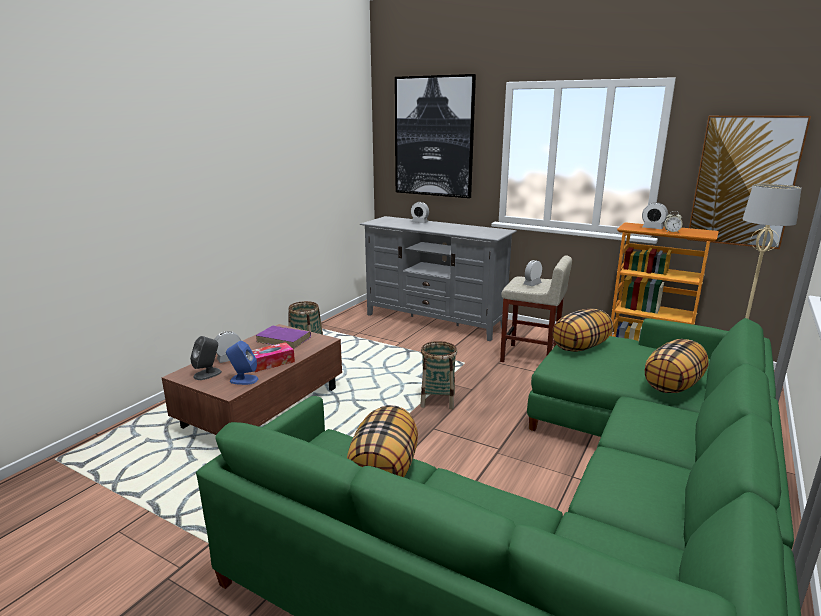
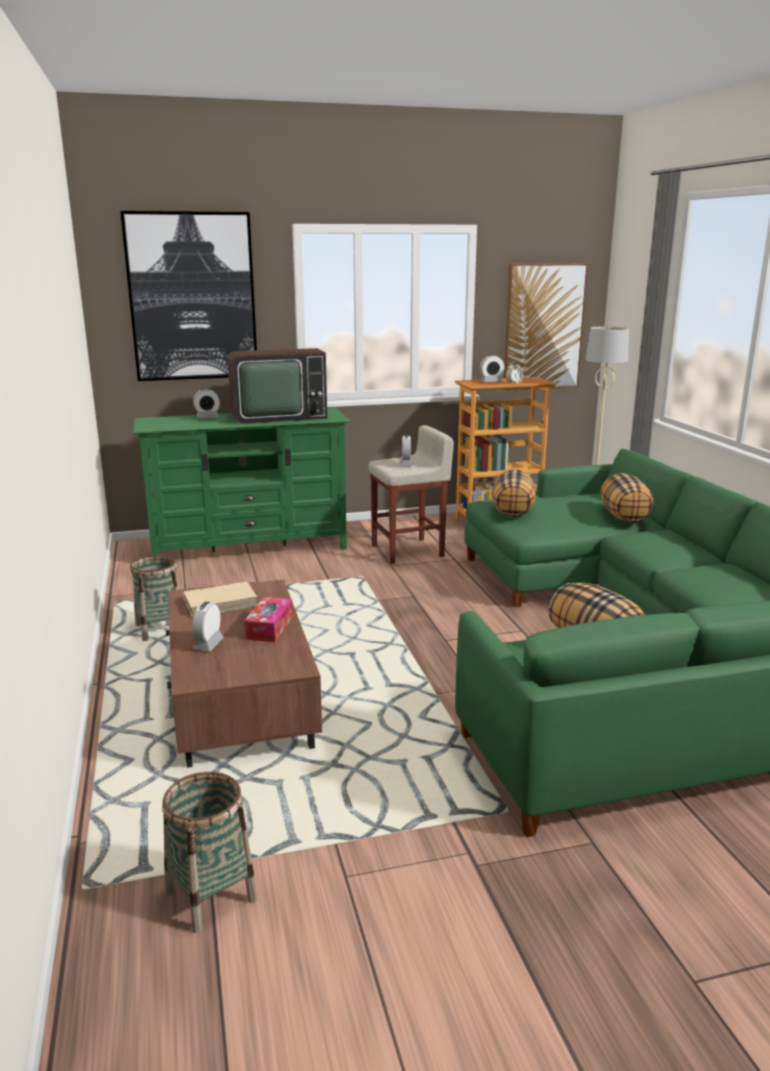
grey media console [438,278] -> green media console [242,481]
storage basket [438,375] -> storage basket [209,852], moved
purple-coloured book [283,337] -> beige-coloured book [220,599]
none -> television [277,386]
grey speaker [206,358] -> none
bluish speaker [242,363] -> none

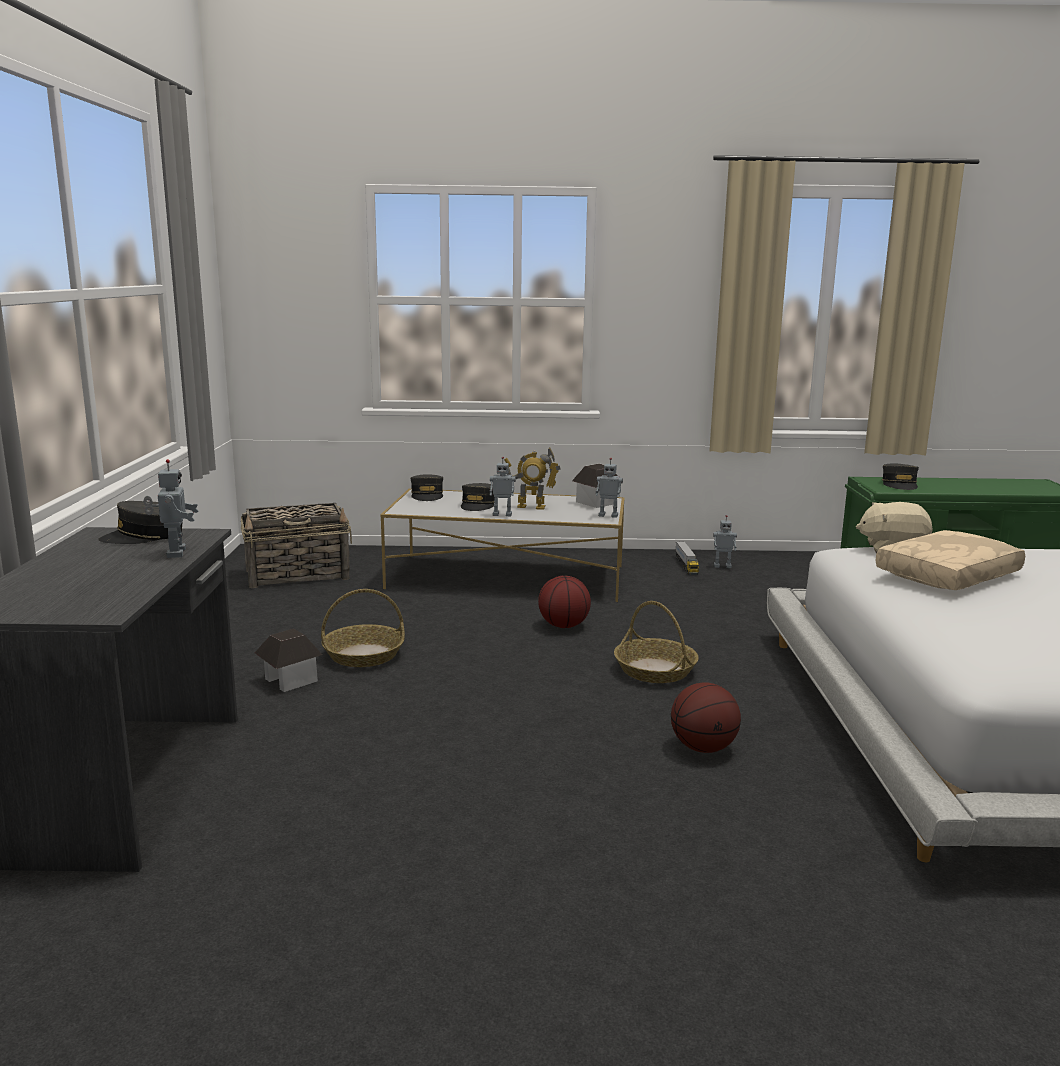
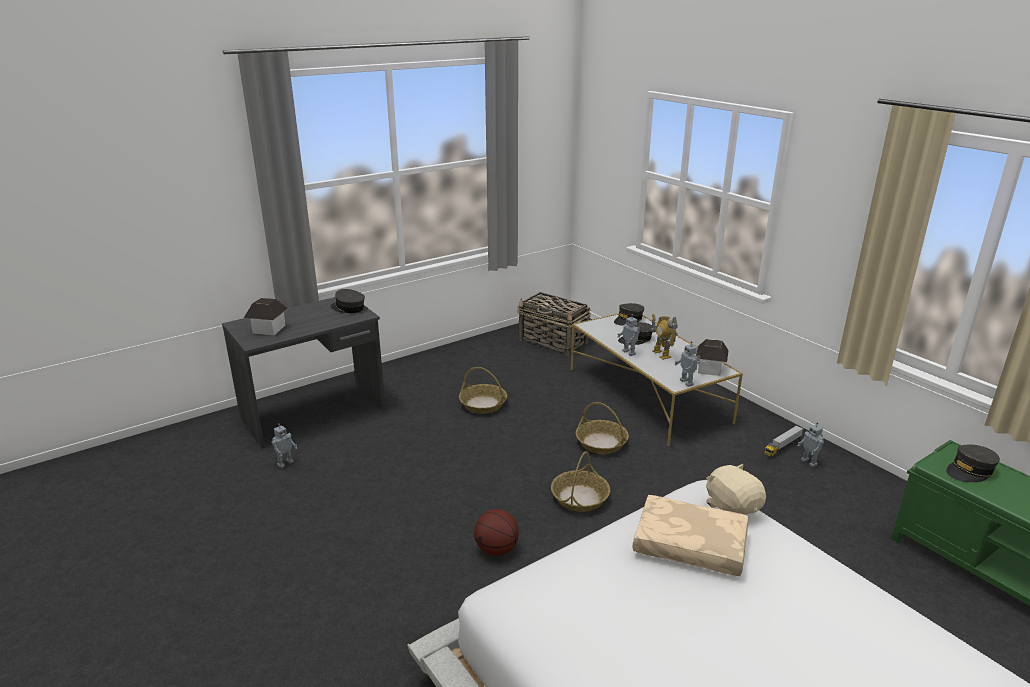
toy house [289,660] -> toy house [266,316], moved
toy robot [171,508] -> toy robot [284,445], moved
ball for basketball [564,602] -> storage basket [602,428]

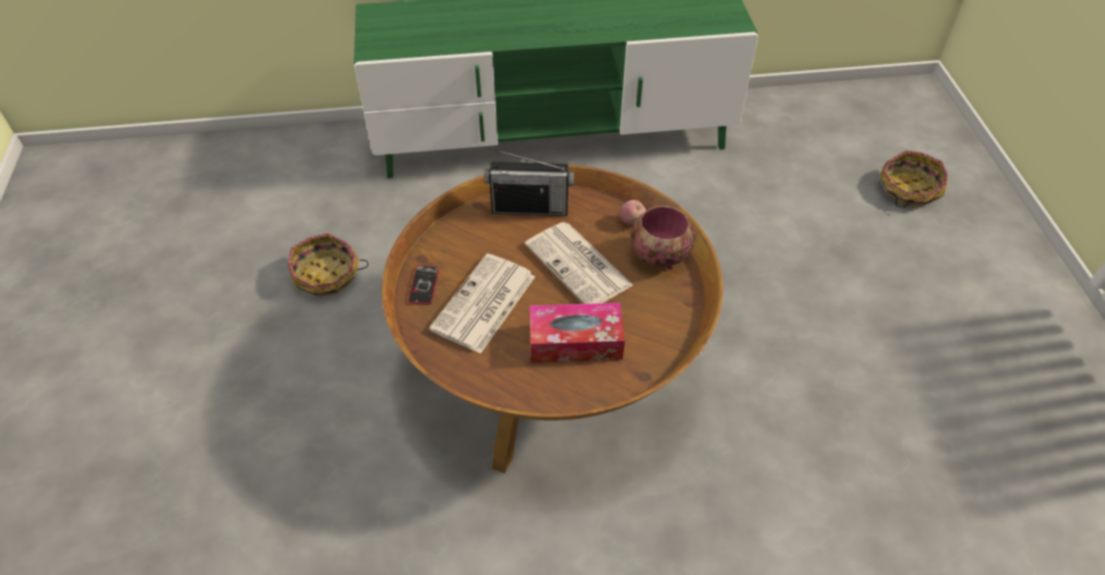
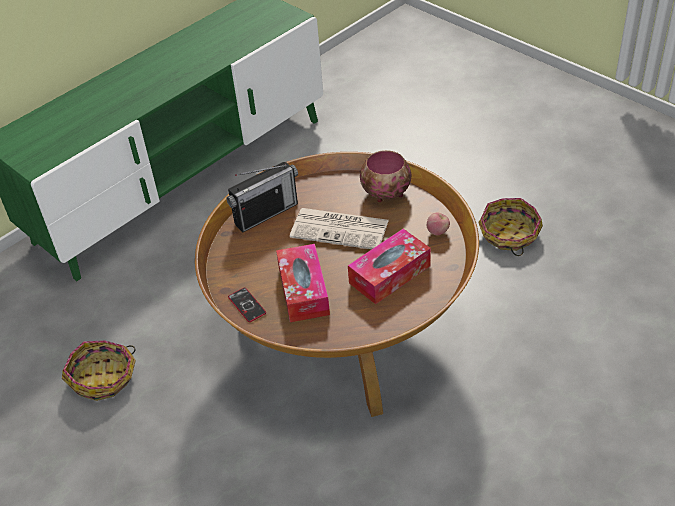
daily paper [482,304] -> tissue holder [303,283]
apple [633,212] -> apple [438,224], moved
storage basket [913,179] -> storage basket [510,227], moved

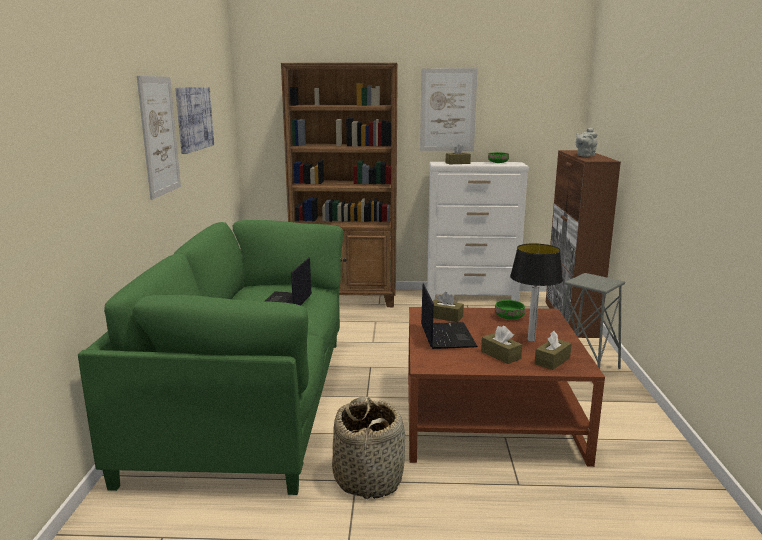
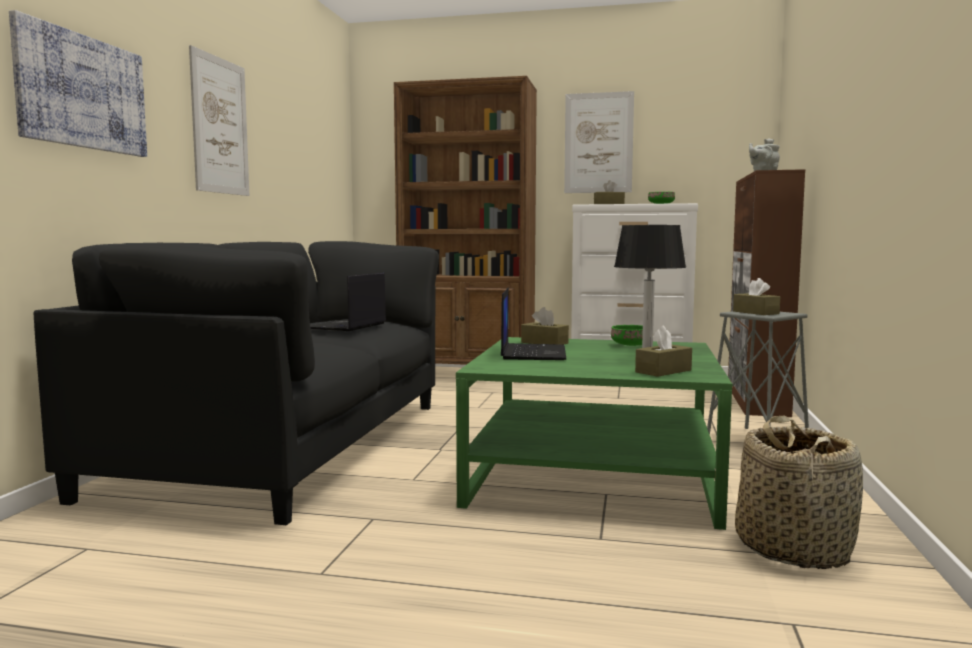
wall picture [194,120] -> wall picture [78,83], moved
green sofa [210,357] -> black-coloured sofa [236,383]
brown-coloured coffee table [506,387] -> green coffee table [594,433]
brown-coloured tissue holder [501,345] -> brown-coloured tissue holder [756,296], moved
storage basket [368,447] -> storage basket [799,492], moved

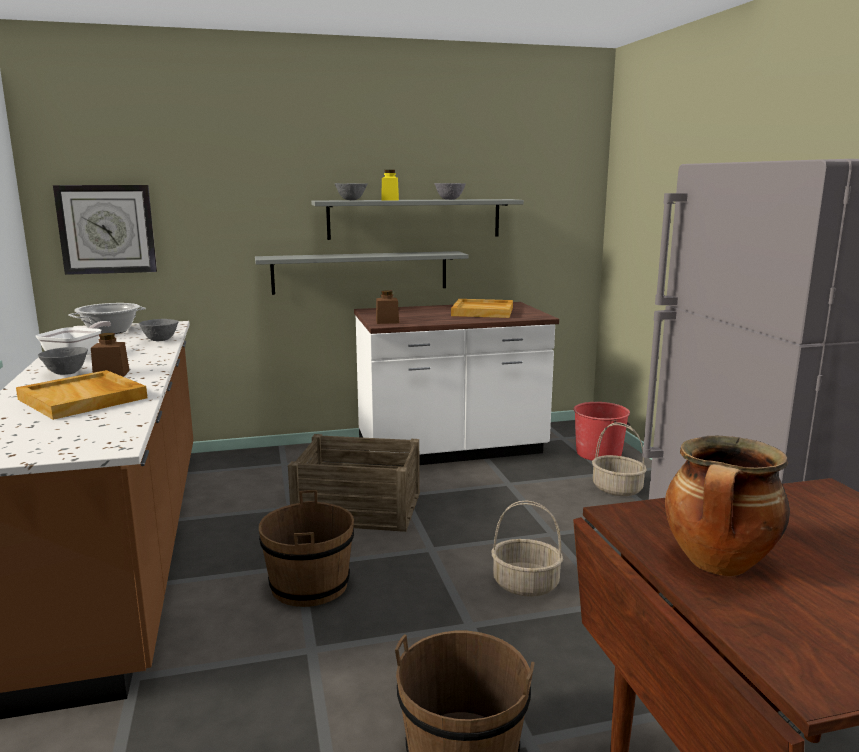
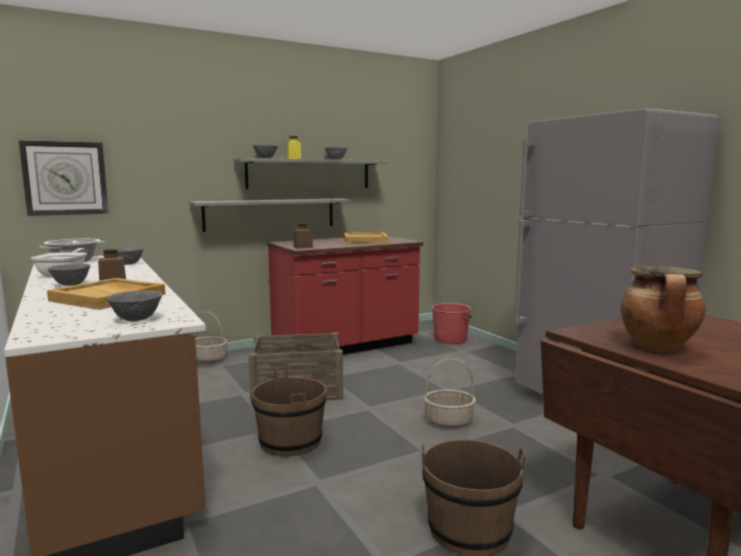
none -> grey serving bowl [135,305]
storage basket [619,459] -> storage basket [211,337], moved
white-coloured kitchen counter [456,384] -> red kitchen counter [345,295]

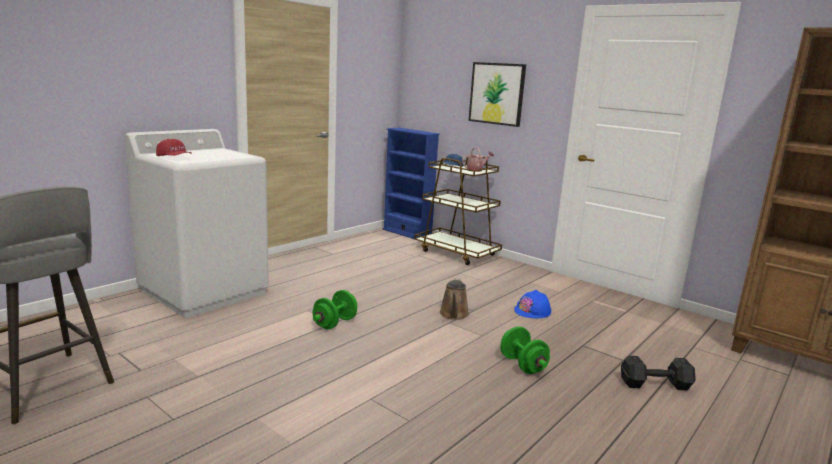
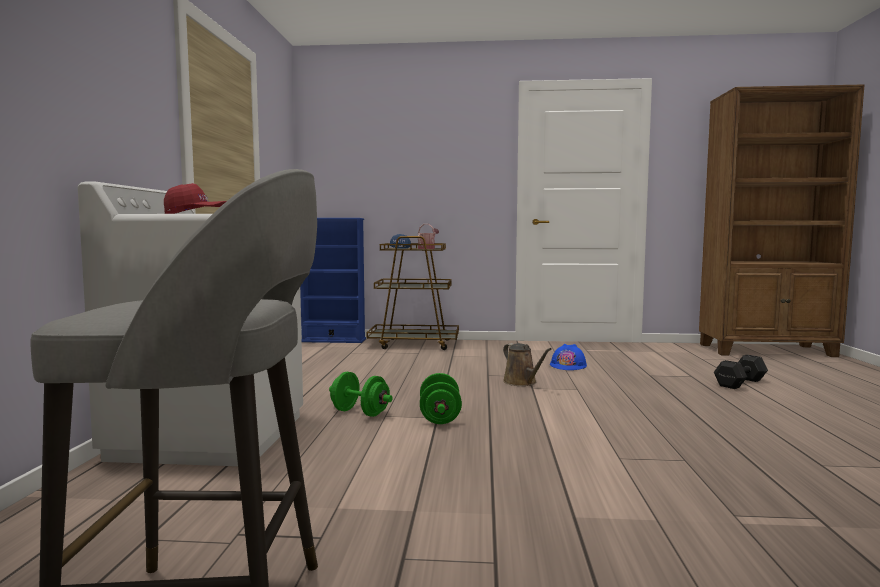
green dumbbell [525,350] -> green dumbbell [361,394], moved
wall picture [497,94] -> none

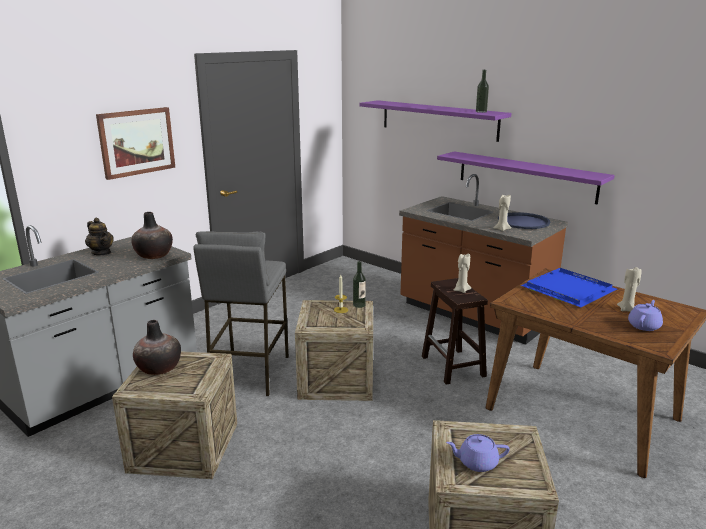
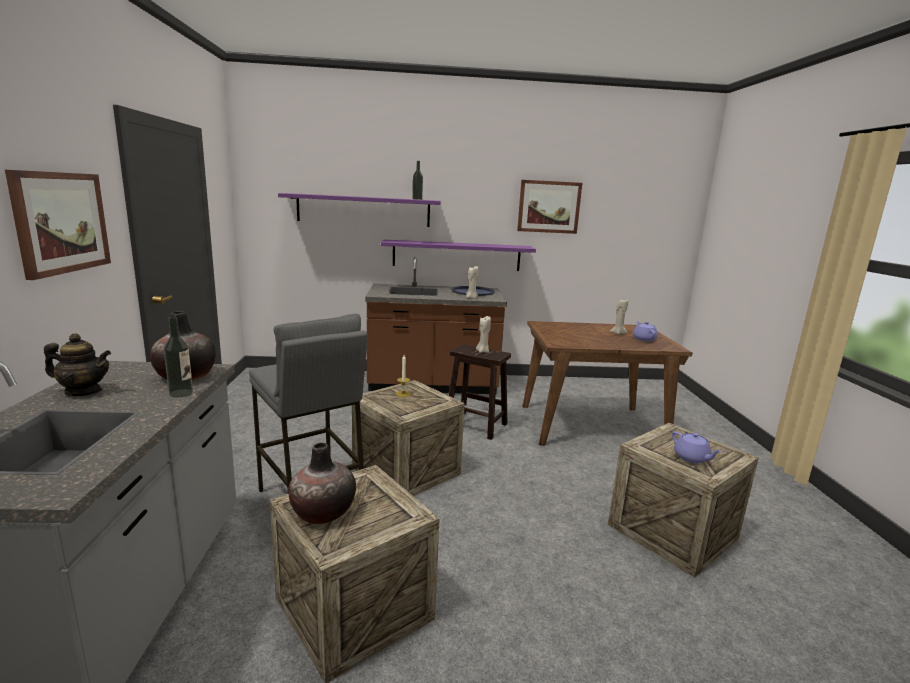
bottle [359,284] -> bottle [178,357], moved
none -> wall picture [549,207]
purple-coloured tea pot [478,453] -> purple-coloured tea pot [696,447], 75 degrees counterclockwise
bluish serving tray [569,287] -> none

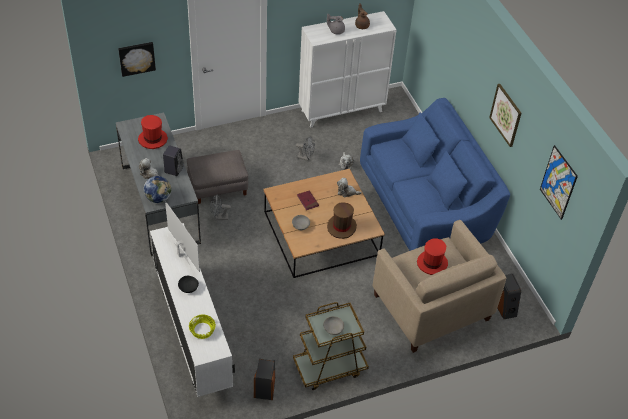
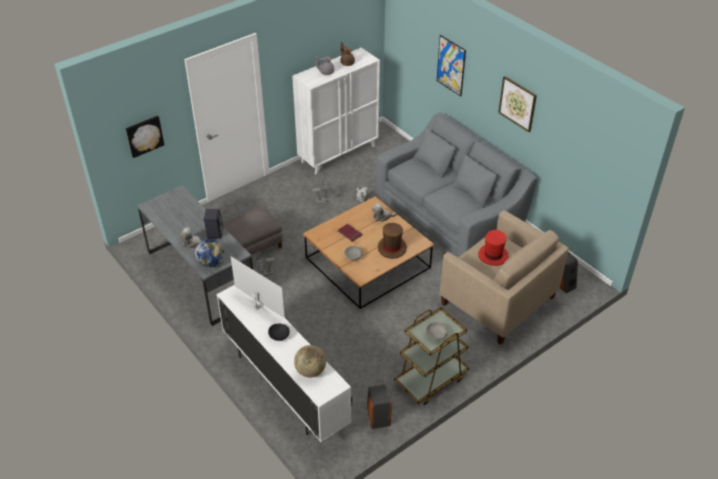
yellow-coloured serving bowl [202,327] -> desk globe [310,361]
bluish sofa [435,174] -> grey sofa [457,184]
wall picture [559,182] -> wall picture [451,65], moved
red hat [153,132] -> none

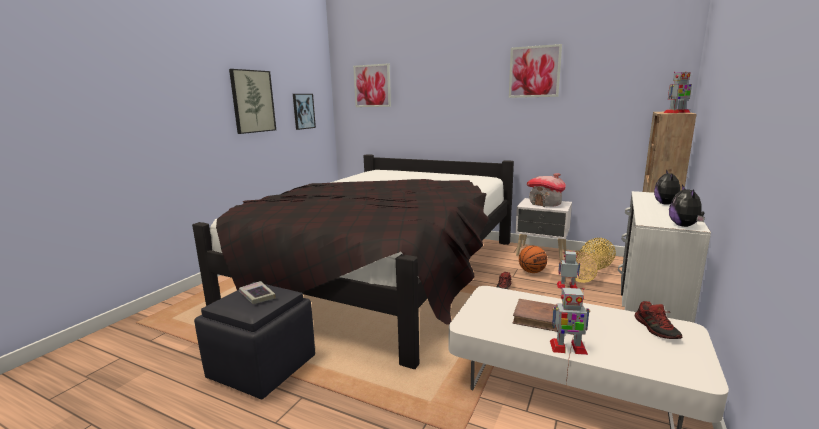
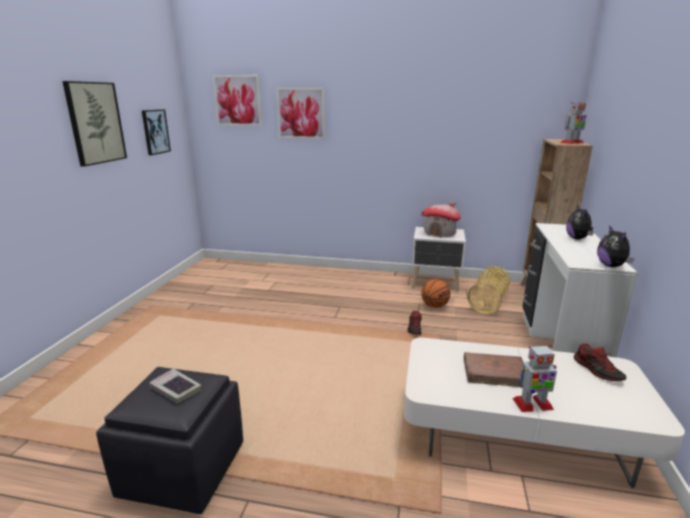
wall picture [535,71] -> wall picture [300,113], moved
black-coloured bed [353,261] -> none
toy robot [569,269] -> none

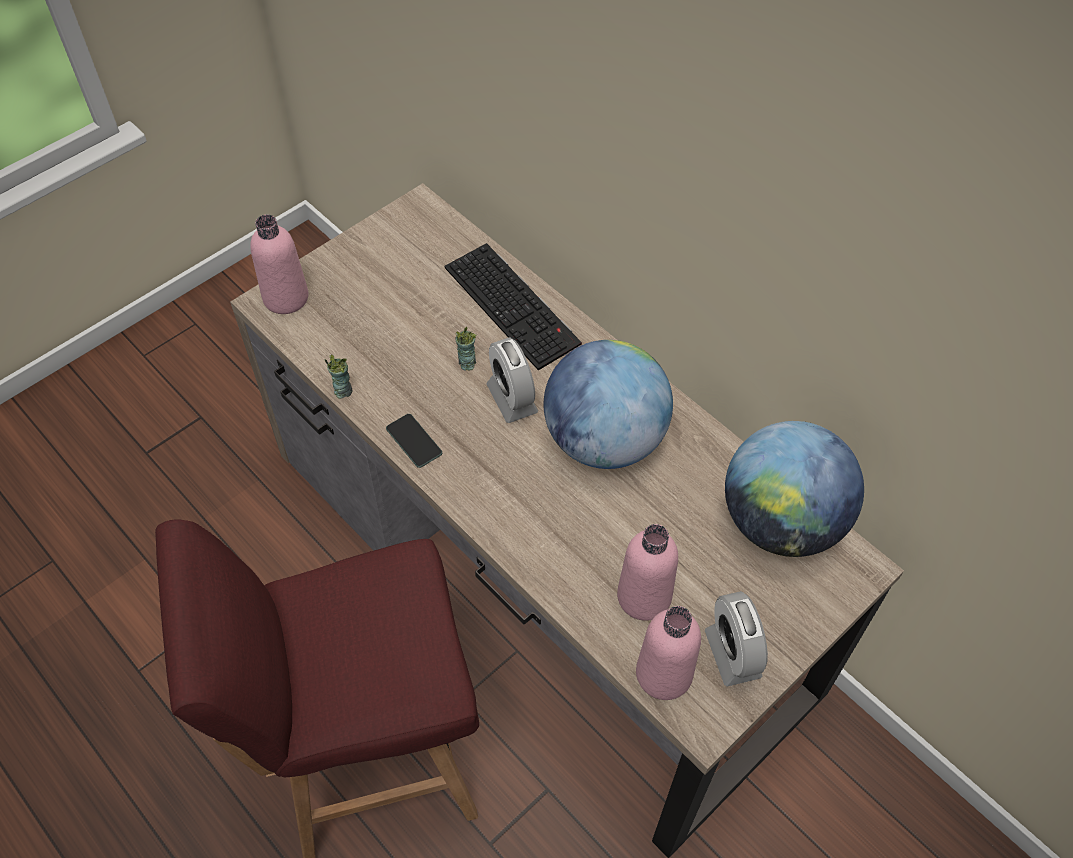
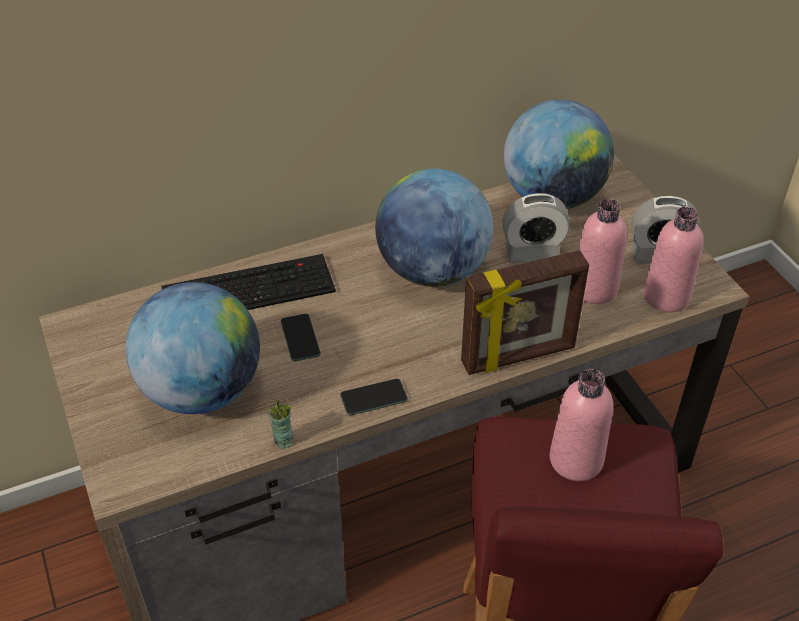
none -> desk globe [193,348]
drinking cup [466,349] -> handset [301,337]
none -> picture frame [525,312]
table clock [512,380] -> table clock [536,228], moved
pink bottle [279,264] -> pink bottle [581,425], moved

